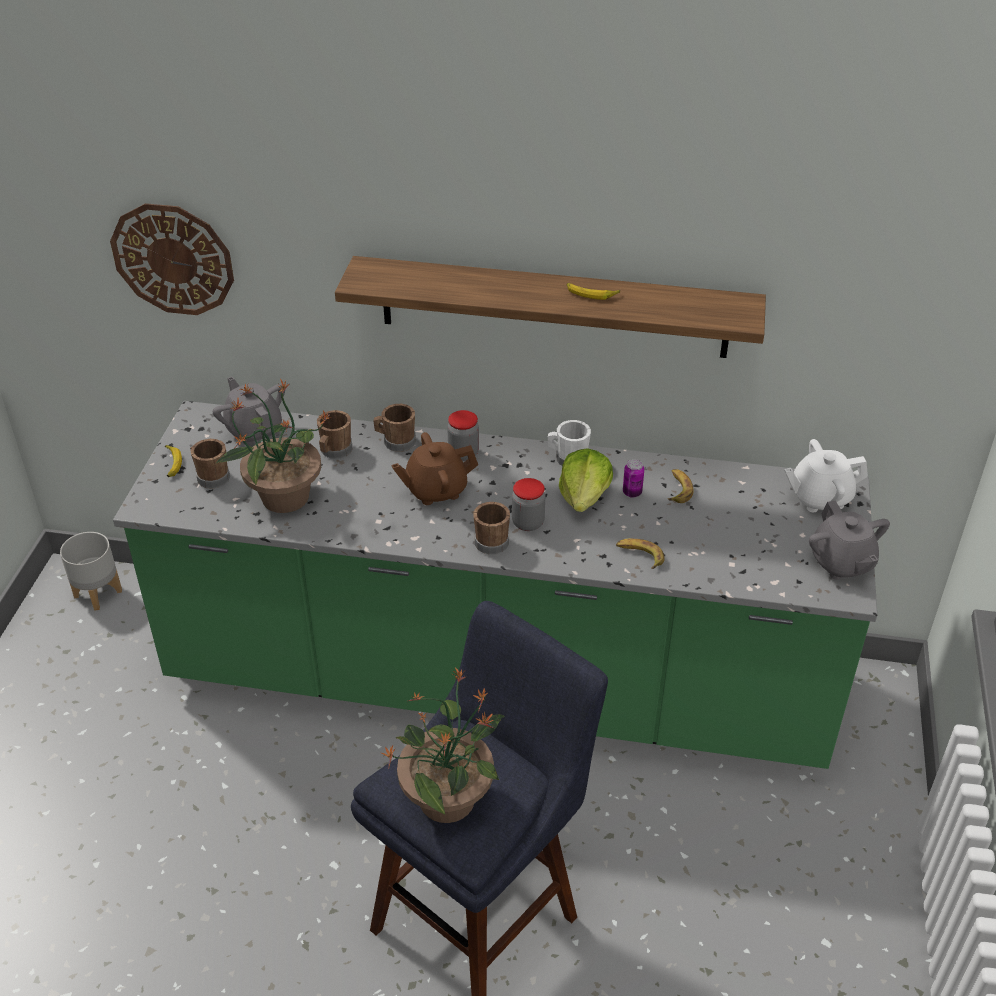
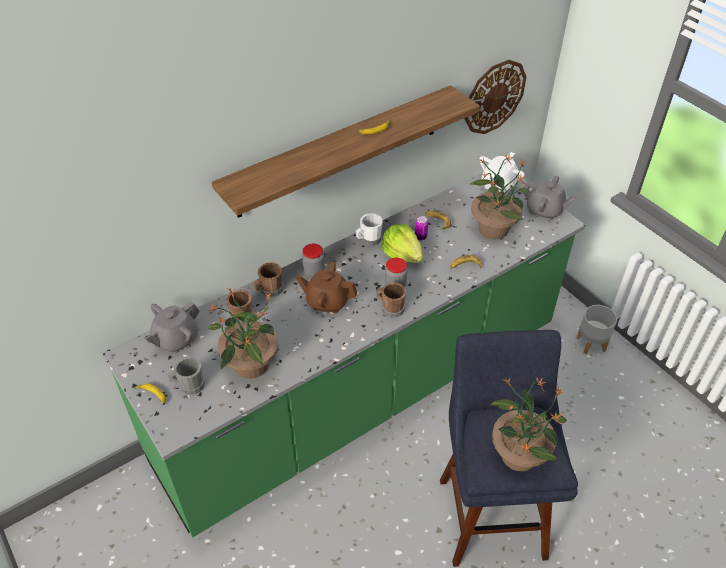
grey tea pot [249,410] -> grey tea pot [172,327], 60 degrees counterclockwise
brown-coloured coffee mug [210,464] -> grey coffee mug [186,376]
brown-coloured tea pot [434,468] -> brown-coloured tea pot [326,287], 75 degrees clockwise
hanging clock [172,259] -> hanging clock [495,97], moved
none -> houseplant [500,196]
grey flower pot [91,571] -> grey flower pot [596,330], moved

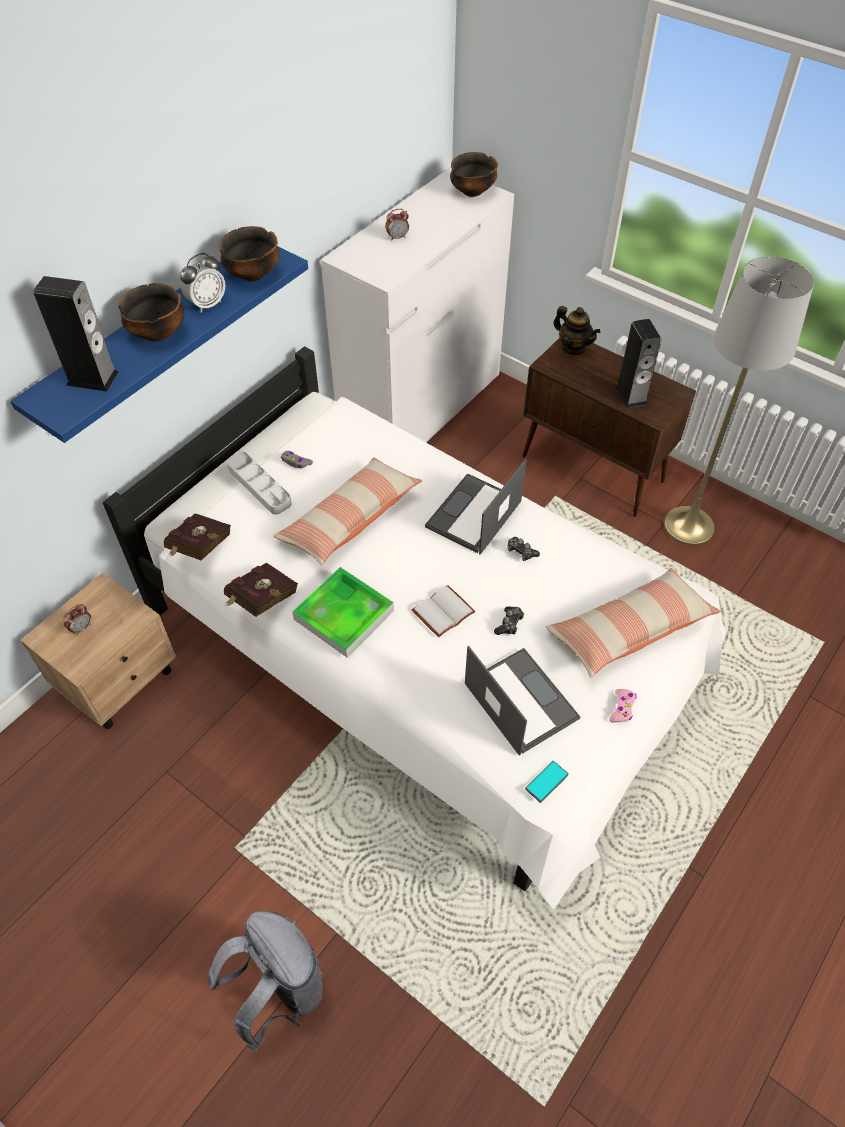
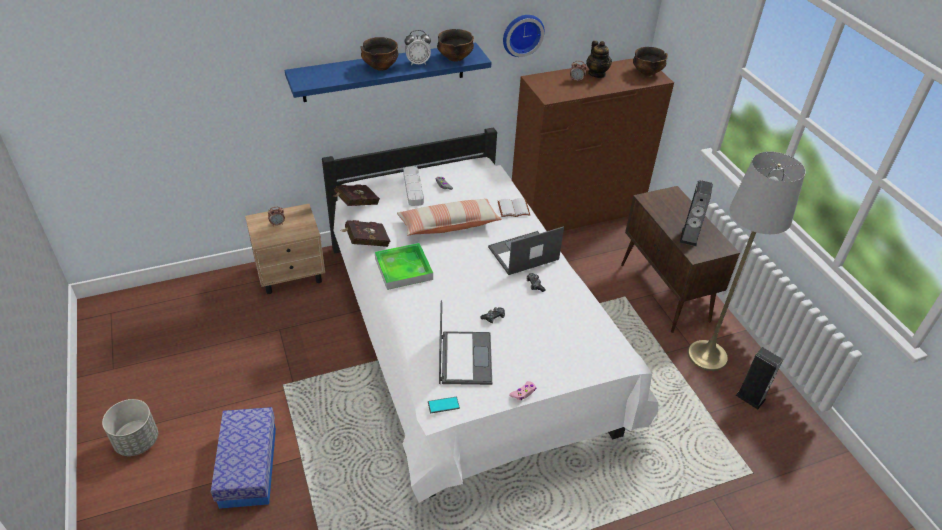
none -> grey flower pot [130,427]
grey backpack [265,981] -> storage bin [243,458]
white-coloured book [443,611] -> white-coloured book [514,207], moved
none -> hanging clock [523,36]
white-coloured drawer chest [417,305] -> brown-coloured drawer chest [593,144]
tea pot [577,330] -> tea pot [599,59], moved
speaker [76,333] -> speaker [759,378], moved
cushion [633,622] -> none

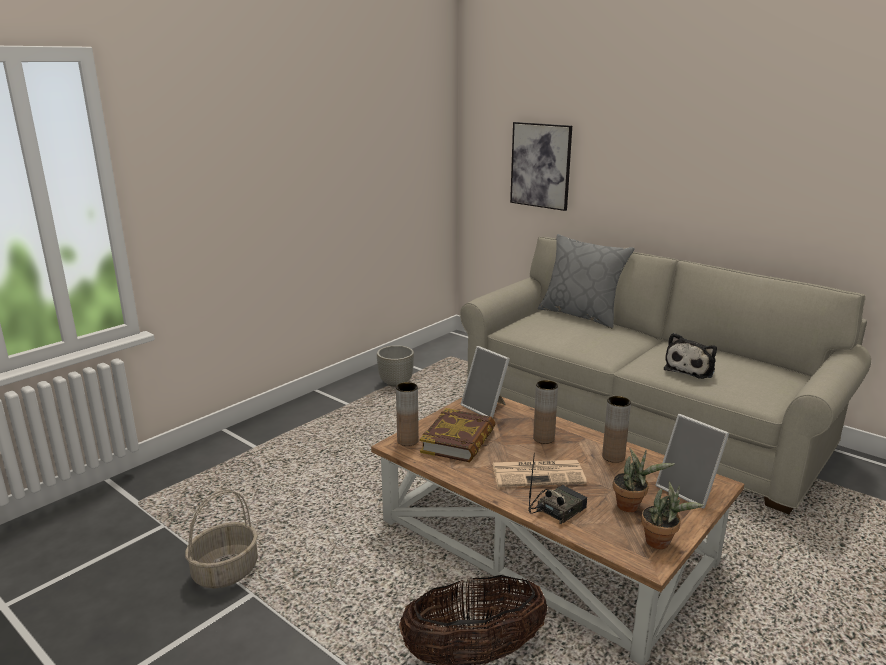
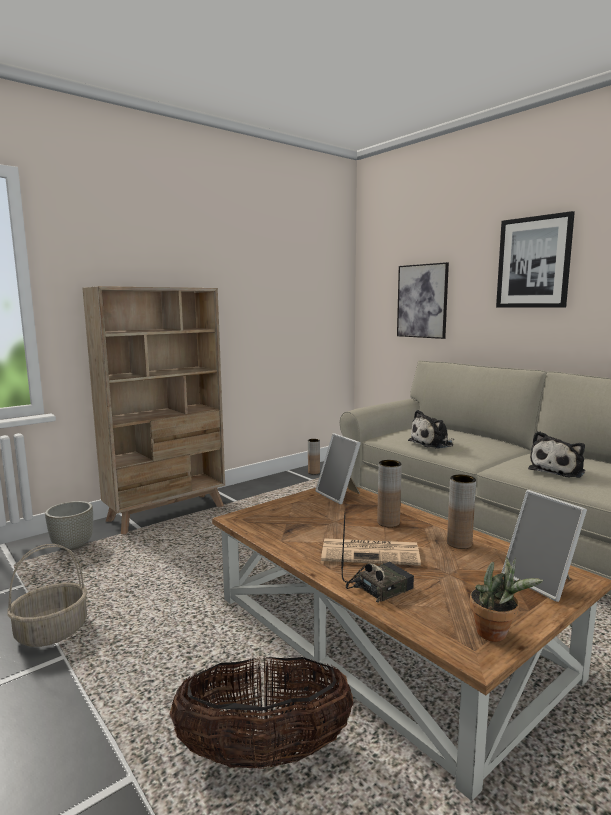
grey flower pot [395,366] -> grey flower pot [69,526], moved
none -> beige-coloured bookcase [153,410]
brown-coloured flower vase [407,414] -> brown-coloured flower vase [314,457], moved
none -> cuddly toy [431,429]
none -> wall picture [535,259]
book [457,435] -> none
grey cushion [586,281] -> none
houseplant [644,480] -> none

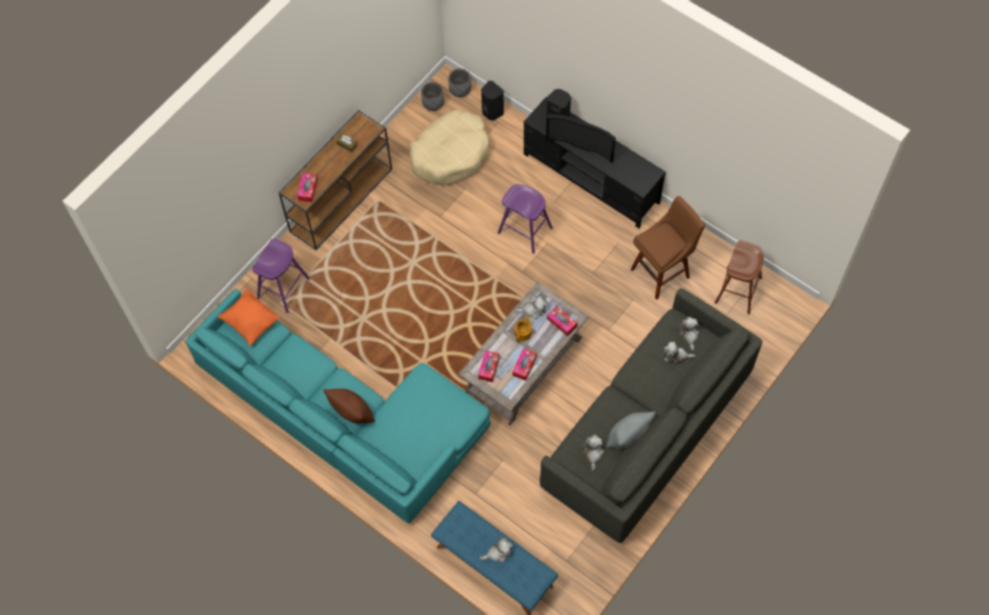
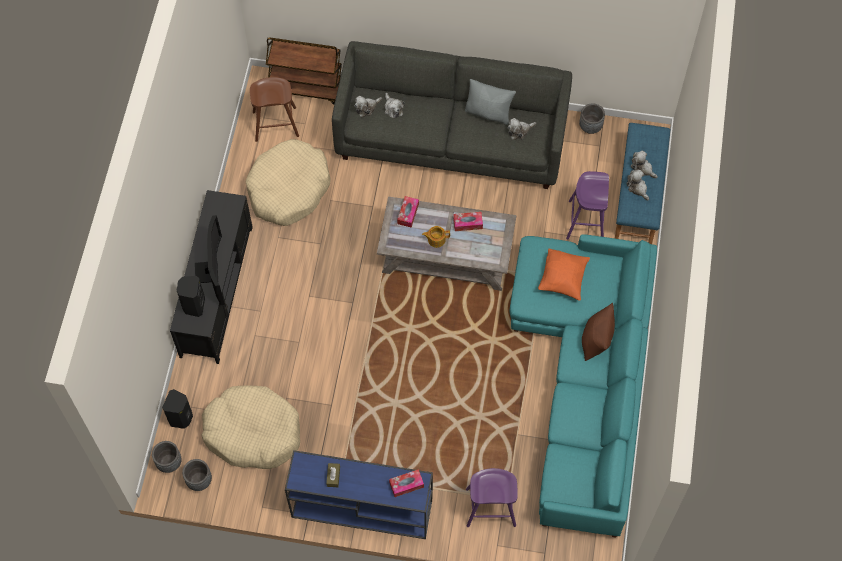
brown-coloured sitting stool [668,248] -> beige-coloured pet bed [288,182]
none -> brown-coloured wheeled cart [304,71]
brown-coloured hall table [335,180] -> bluish hall table [359,494]
orange-coloured cushion [248,317] -> orange-coloured cushion [564,275], moved
purple-coloured sitting stool [525,219] -> purple-coloured sitting stool [587,205], moved
none -> grey flower pot [592,118]
cuddly toy [531,307] -> cuddly toy [638,185], moved
tissue holder [489,366] -> none

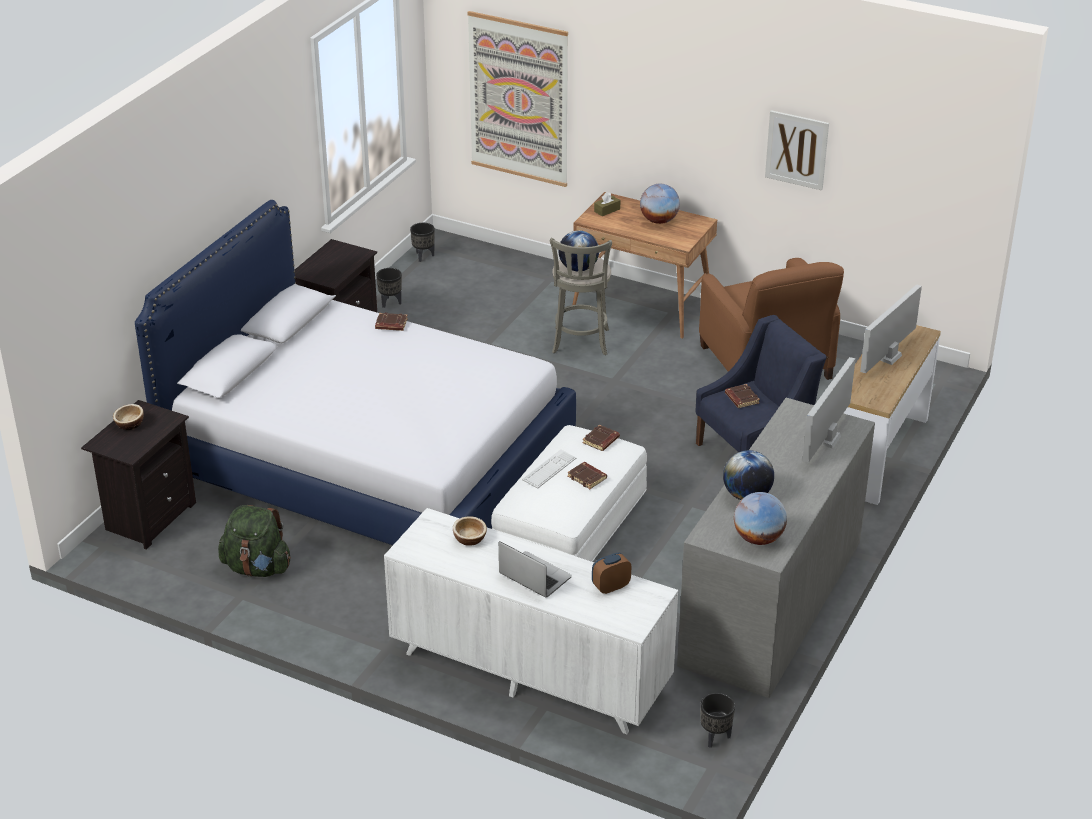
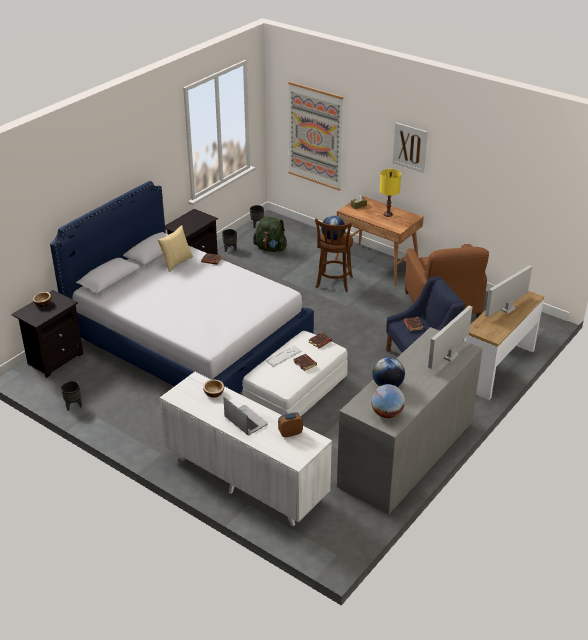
black-coloured flower pot [718,720] -> black-coloured flower pot [71,396], moved
none -> cushion [175,248]
green backpack [254,541] -> green backpack [270,234], moved
grey sitting stool [581,296] -> brown-coloured sitting stool [334,255]
desk globe [660,204] -> yellow-coloured lamp for a table [390,193]
wall picture [797,150] -> wall picture [410,148], moved

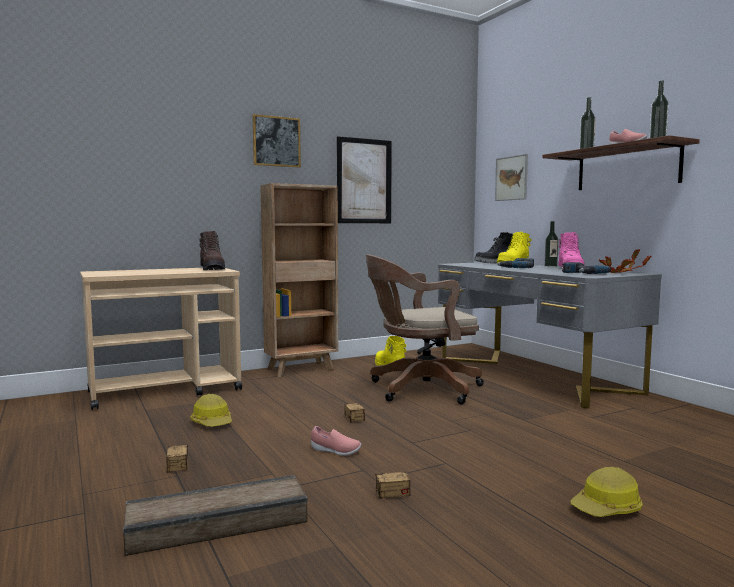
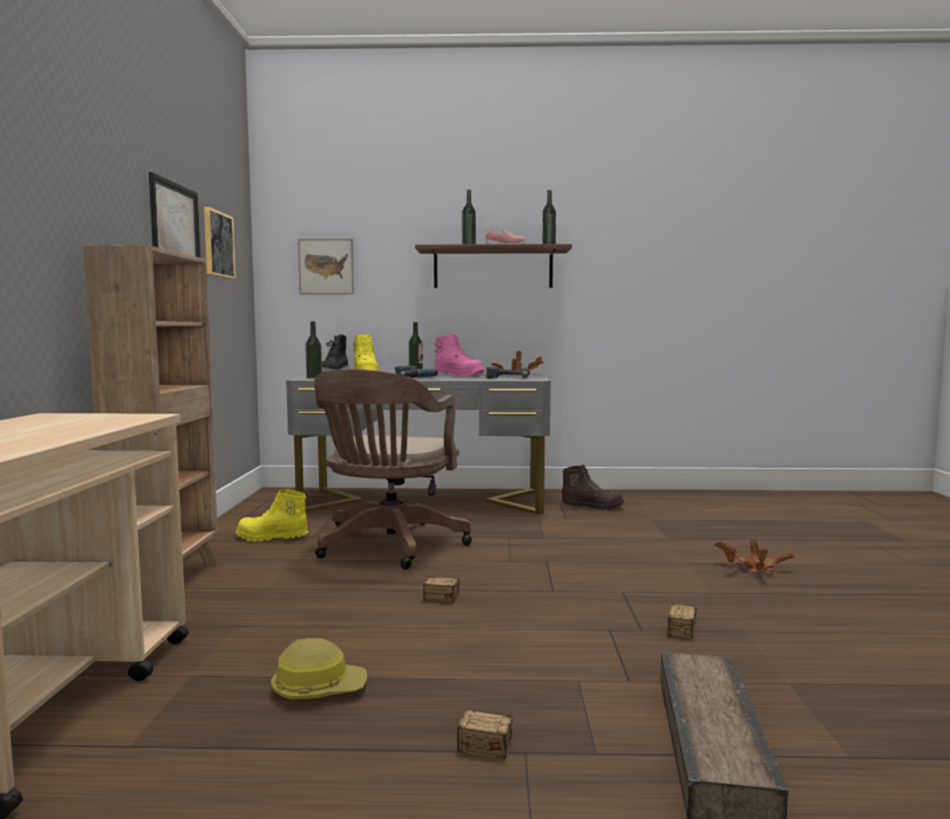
wall picture [276,141] -> wall picture [220,243], moved
none -> bottle [313,350]
brown-coloured high-top boot [212,250] -> brown-coloured high-top boot [593,487], moved
hard hat [607,492] -> houseplant [754,556]
pink item of footwear [336,441] -> none

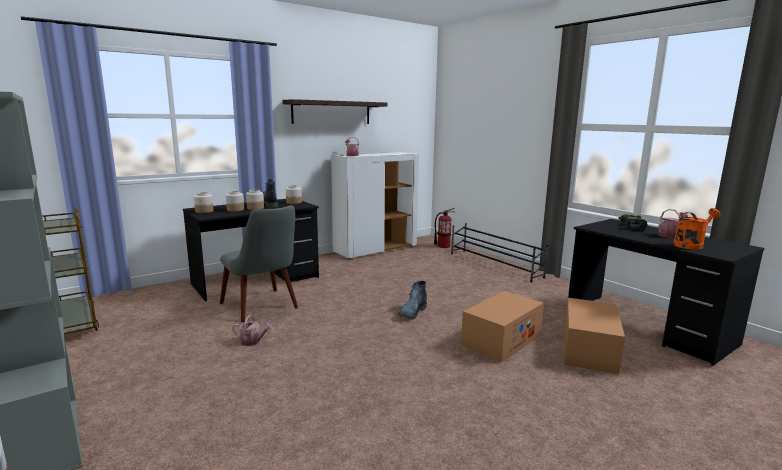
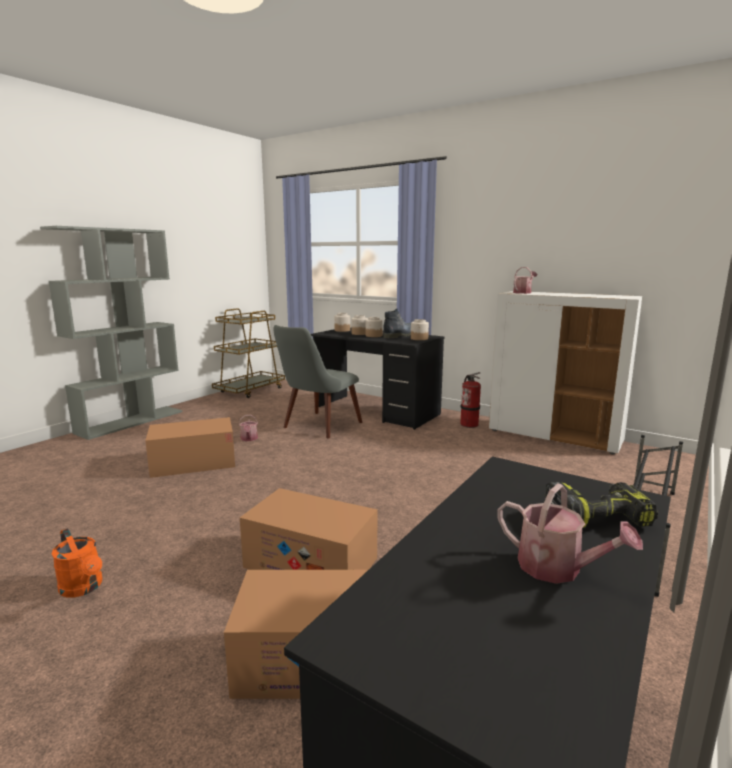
orange-coloured sprinkling can [697,229] -> orange-coloured sprinkling can [76,562], moved
none -> cardboard box [190,447]
fire extinguisher [444,228] -> fire extinguisher [470,400], moved
wall shelf [335,111] -> none
high-top boot [412,300] -> none

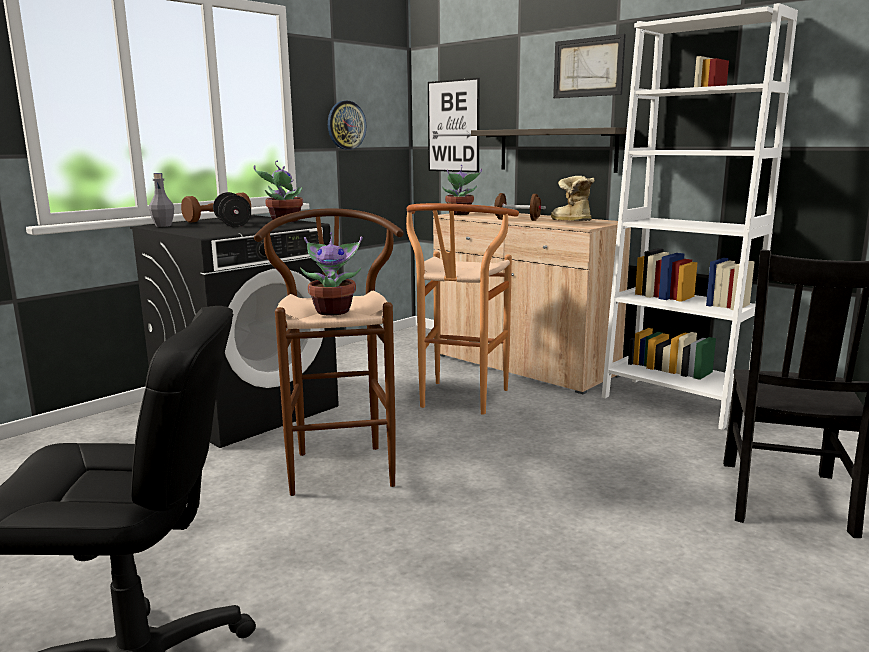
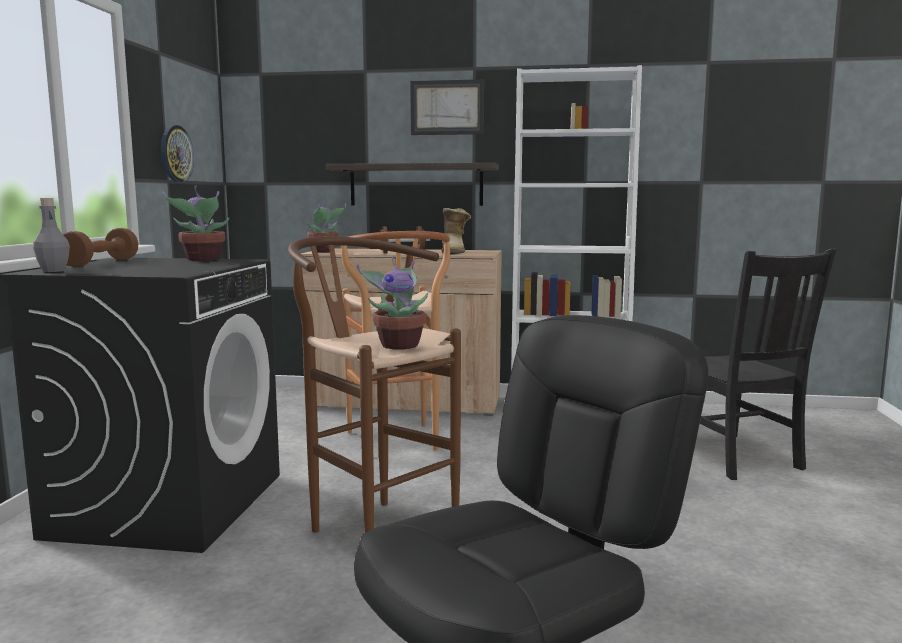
high-top boot [573,198] -> high-top boot [456,231], 120 degrees counterclockwise
black-coloured dumbbell [232,209] -> none
wall picture [454,125] -> none

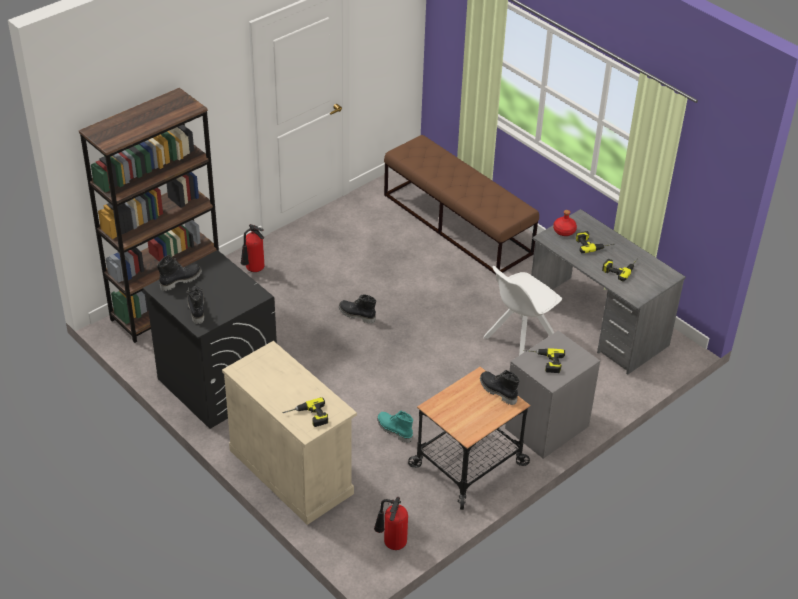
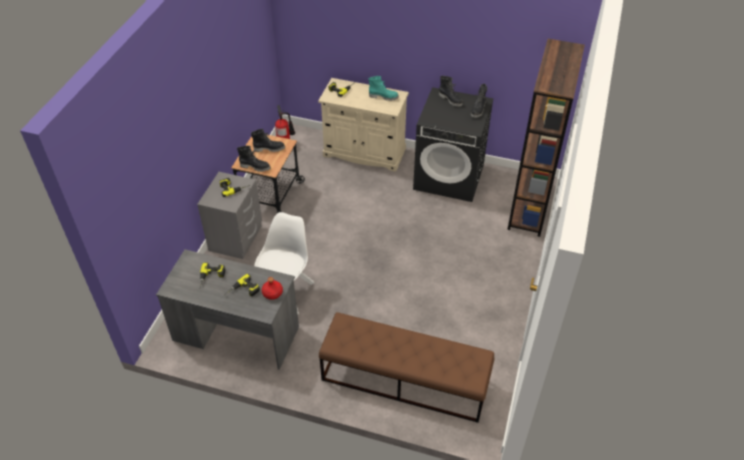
black-coloured high-top boot [357,309] -> black-coloured high-top boot [268,140], moved
blue-green high-top boot [395,426] -> blue-green high-top boot [383,88], moved
fire extinguisher [252,248] -> none

